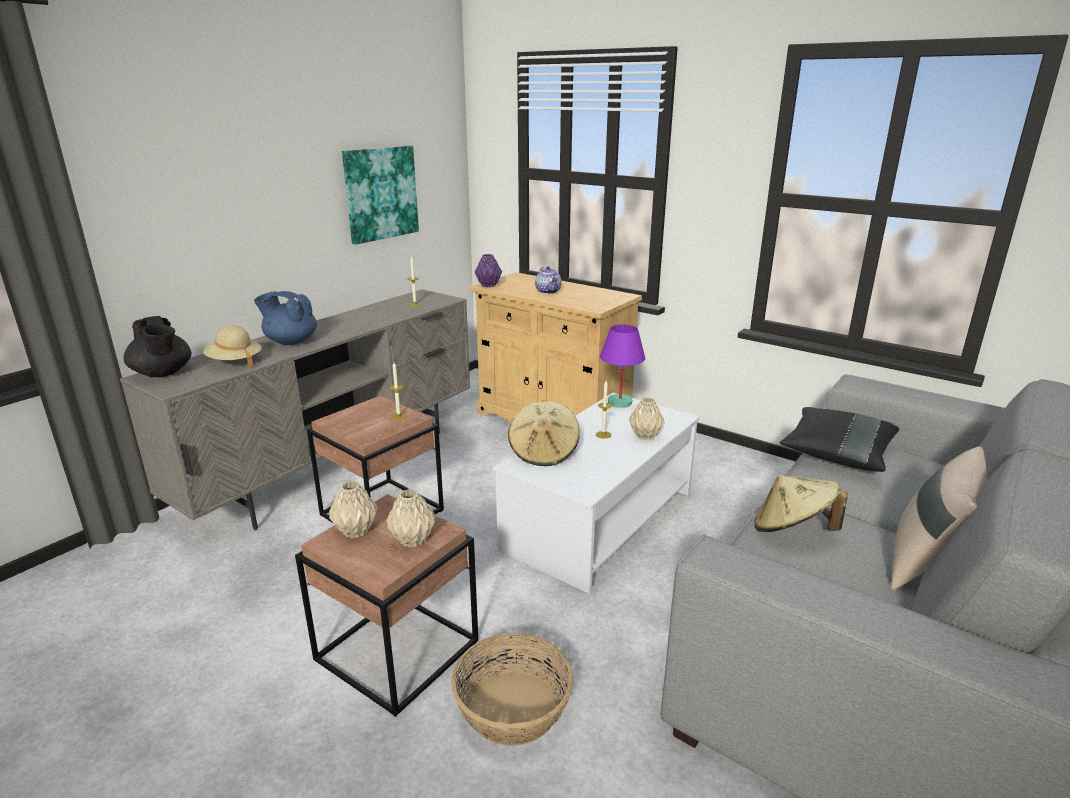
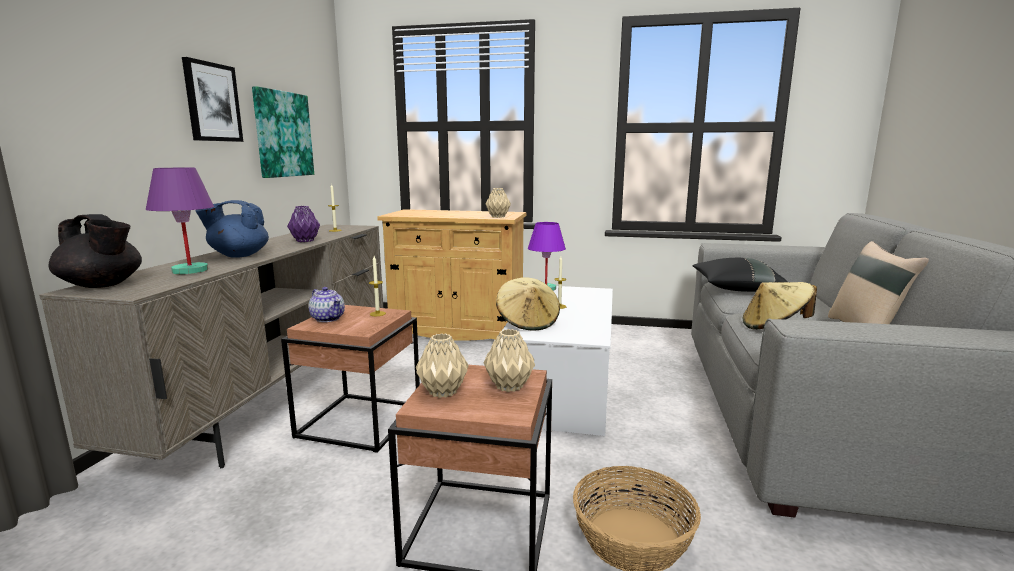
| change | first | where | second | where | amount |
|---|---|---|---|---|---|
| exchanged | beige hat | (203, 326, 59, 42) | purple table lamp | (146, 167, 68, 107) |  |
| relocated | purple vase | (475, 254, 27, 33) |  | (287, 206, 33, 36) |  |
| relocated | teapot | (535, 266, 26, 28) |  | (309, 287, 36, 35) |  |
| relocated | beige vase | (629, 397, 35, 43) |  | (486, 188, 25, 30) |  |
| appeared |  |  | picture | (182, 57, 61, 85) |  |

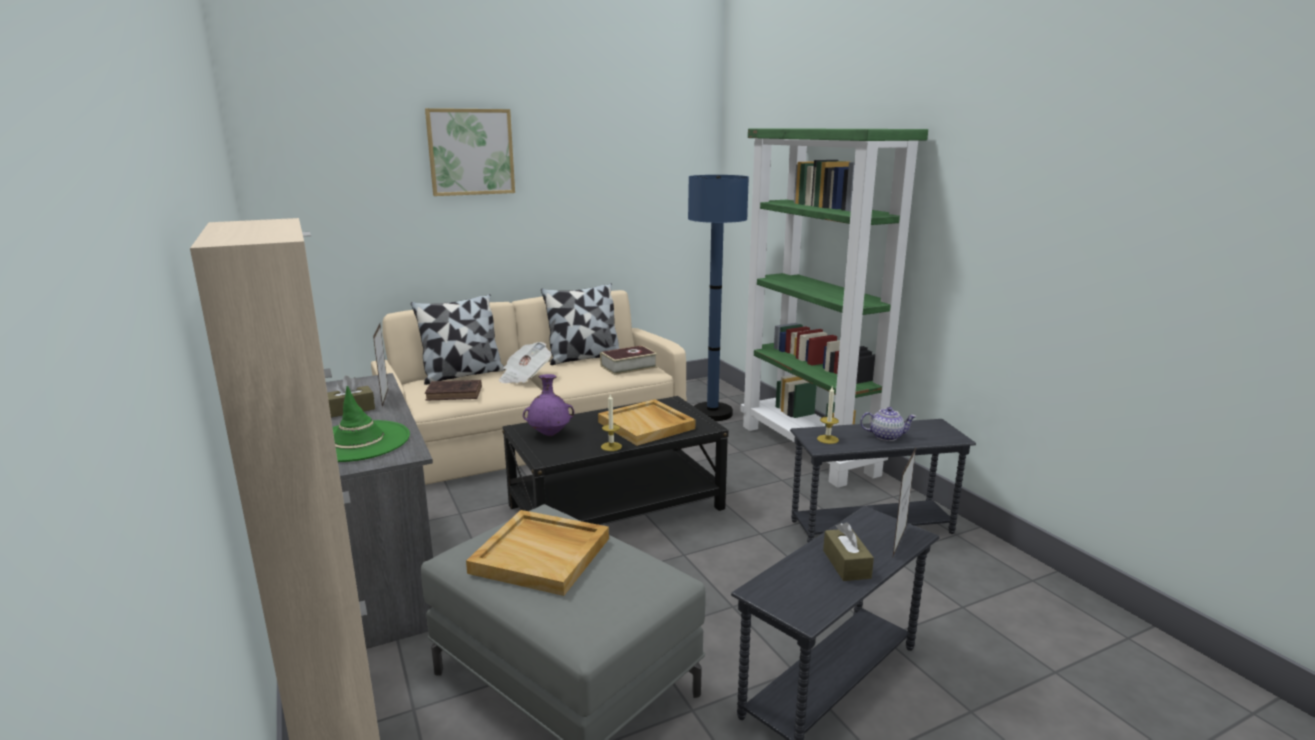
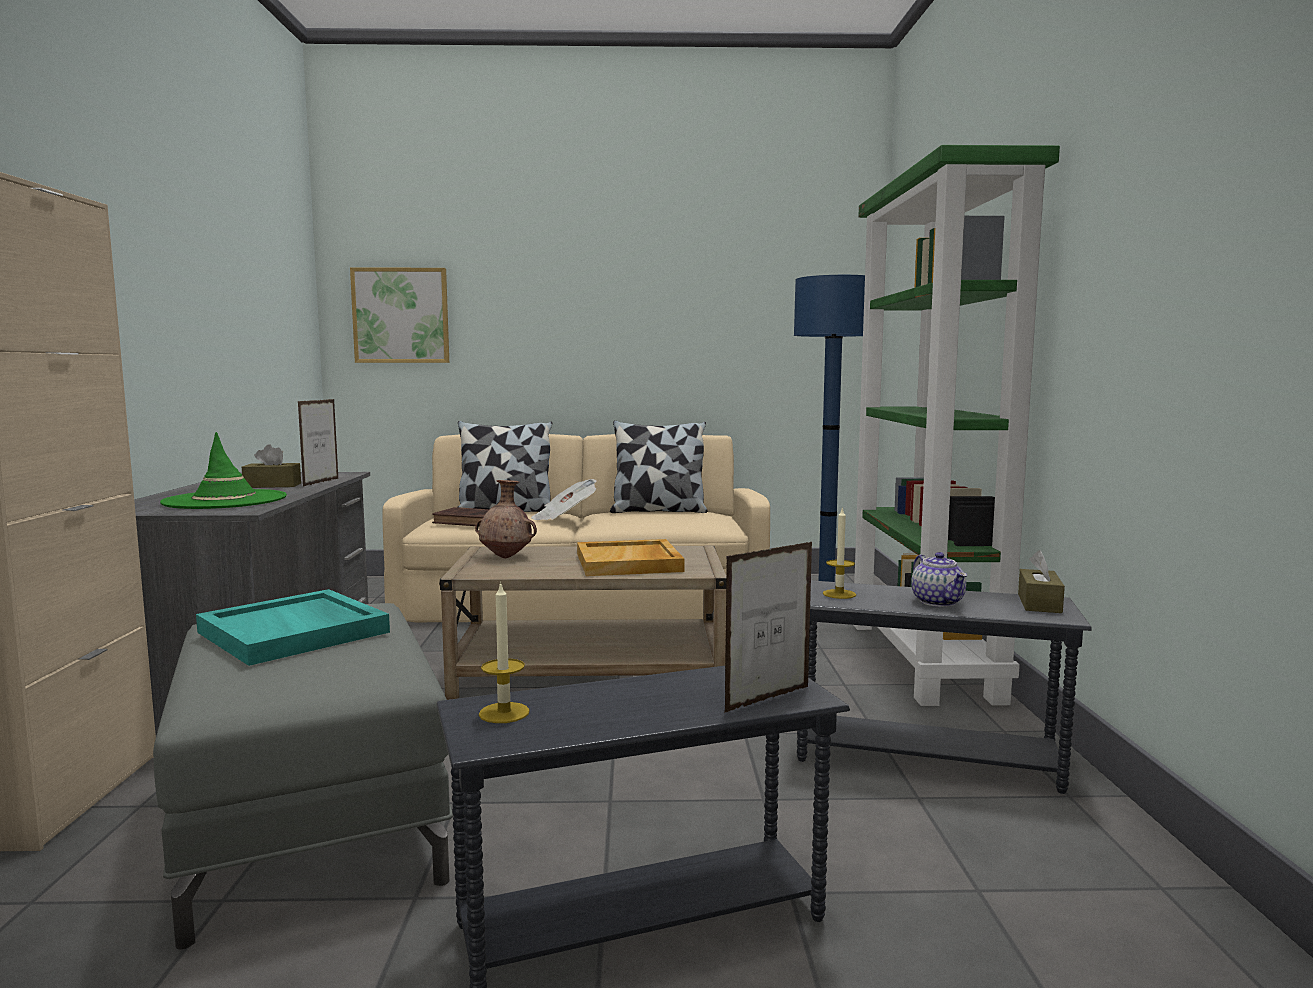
| change | first | where | second | where | amount |
|---|---|---|---|---|---|
| relocated | picture | (425, 108, 90, 88) |  | (350, 267, 99, 96) |  |
| colour | beige tray | (466, 510, 143, 86) | turquoise tray | (196, 589, 194, 77) |  |
| colour | black coffee table | (502, 396, 227, 129) | beige coffee table | (439, 545, 288, 155) |  |
| colour | purple vase | (523, 374, 51, 62) | brown vase | (475, 480, 62, 78) |  |
| missing | book | (600, 345, 57, 30) |  |  |  |
| relocated | candle | (601, 394, 21, 57) |  | (479, 581, 51, 142) |  |
| relocated | brown tissue box | (823, 522, 51, 59) |  | (1018, 550, 47, 63) |  |
| spun | teapot | (860, 407, 56, 34) |  | (911, 552, 56, 55) | 45 degrees clockwise |

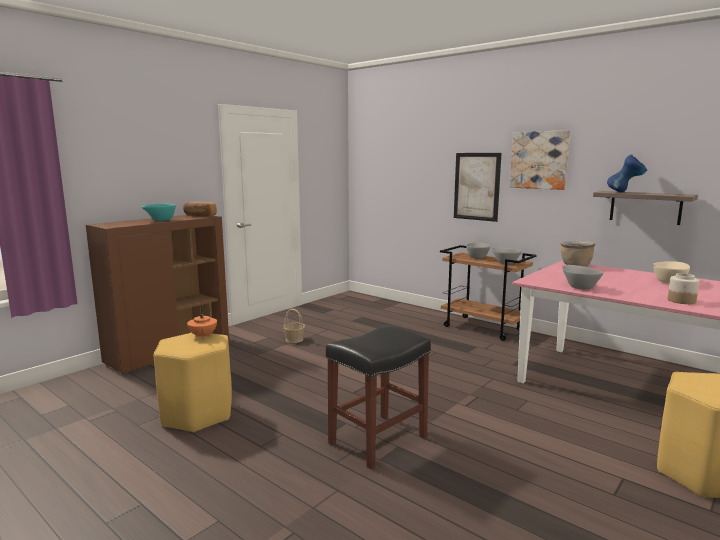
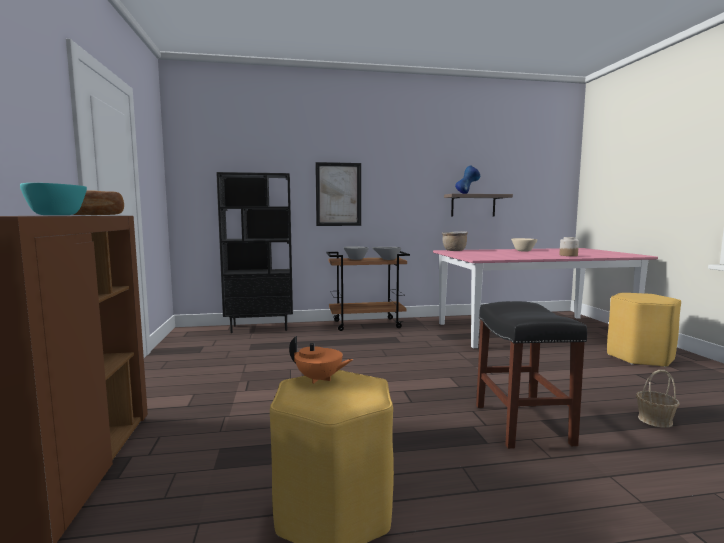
| change | first | where | second | where | amount |
|---|---|---|---|---|---|
| relocated | basket | (283, 309, 22, 34) |  | (636, 370, 44, 58) |  |
| missing | picture | (510, 130, 60, 60) |  |  |  |
| missing | grey bowl | (562, 265, 41, 25) |  |  |  |
| appeared |  |  | black bookcase | (216, 172, 77, 161) |  |

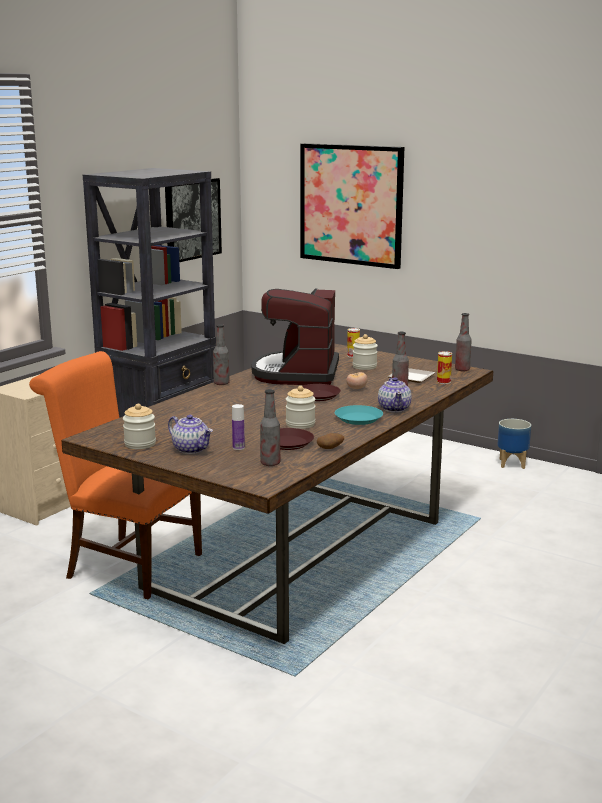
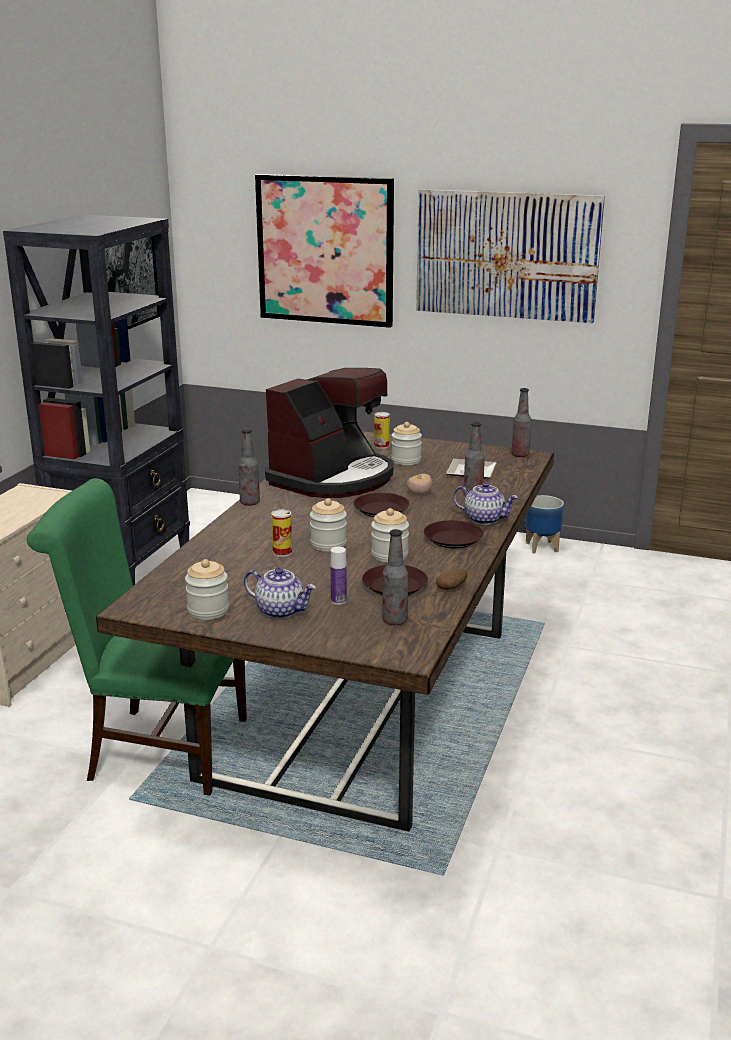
| change | first | where | second | where | amount |
|---|---|---|---|---|---|
| colour | orange chair | (29, 351, 173, 248) | green chair | (27, 478, 220, 317) |  |
| spun | coffee machine | (251, 288, 88, 97) |  | (265, 368, 128, 130) | 135 degrees counterclockwise |
| colour | turquoise plate | (335, 405, 48, 20) | brown plate | (424, 520, 60, 28) |  |
| spun | teapot | (378, 377, 33, 35) |  | (453, 482, 65, 43) | 45 degrees counterclockwise |
| relocated | can | (437, 351, 15, 33) |  | (271, 509, 21, 48) |  |
| appeared |  |  | jar | (310, 498, 37, 54) |  |
| appeared |  |  | picture | (416, 189, 189, 134) |  |

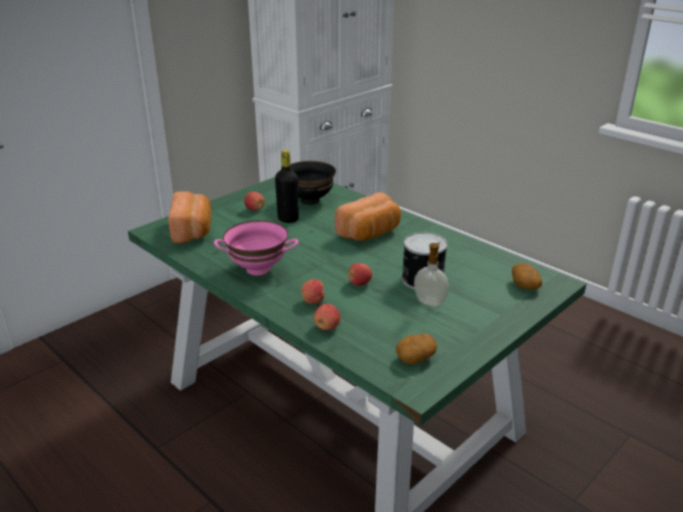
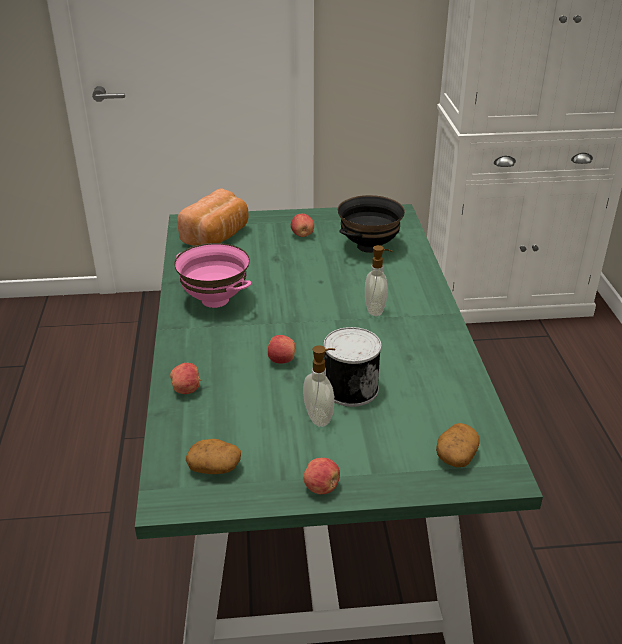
| change | first | where | second | where | amount |
|---|---|---|---|---|---|
| missing | black bottle | (275, 150, 24, 73) |  |  |  |
| relocated | apple | (301, 279, 25, 25) |  | (303, 458, 37, 36) |  |
| exchanged | bread | (335, 192, 66, 49) | soap dispenser | (365, 245, 27, 71) |  |

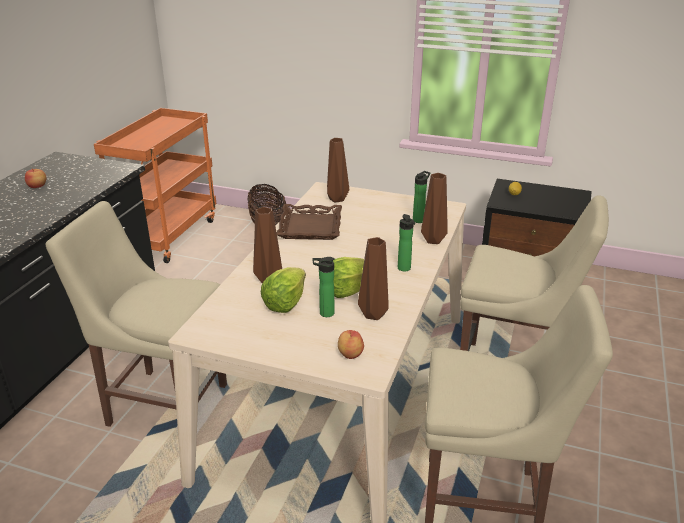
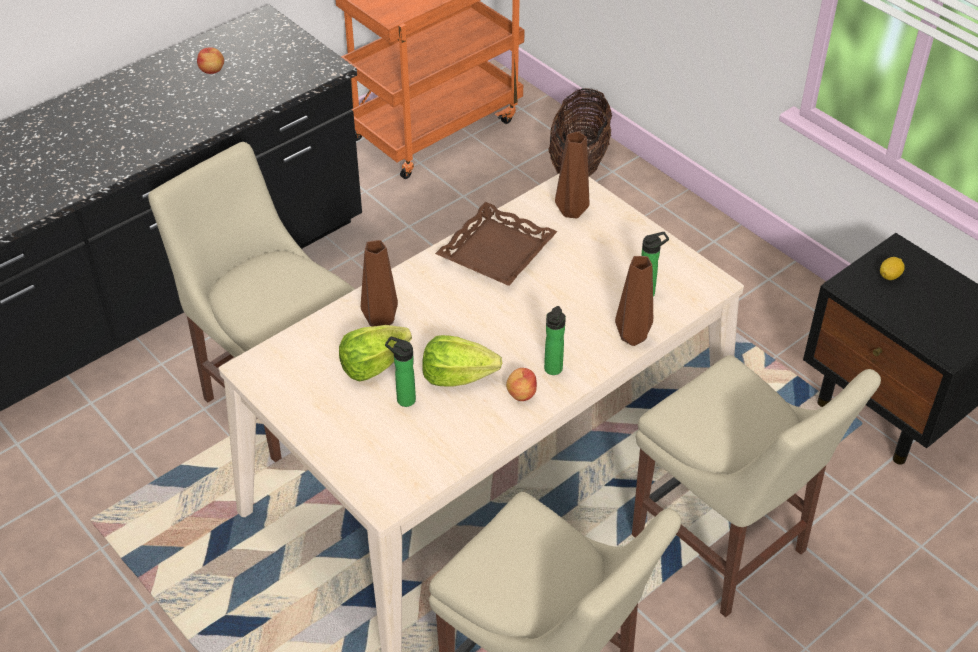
| change | first | where | second | where | amount |
|---|---|---|---|---|---|
| relocated | apple | (338, 330, 26, 29) |  | (506, 368, 31, 33) |  |
| missing | brown vase | (358, 237, 31, 83) |  |  |  |

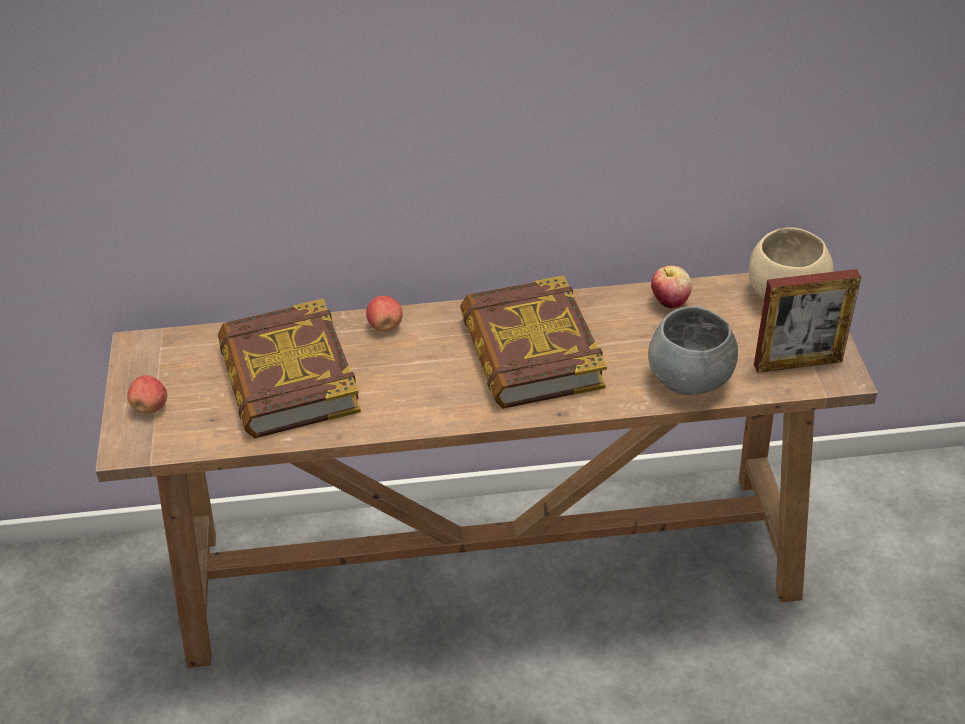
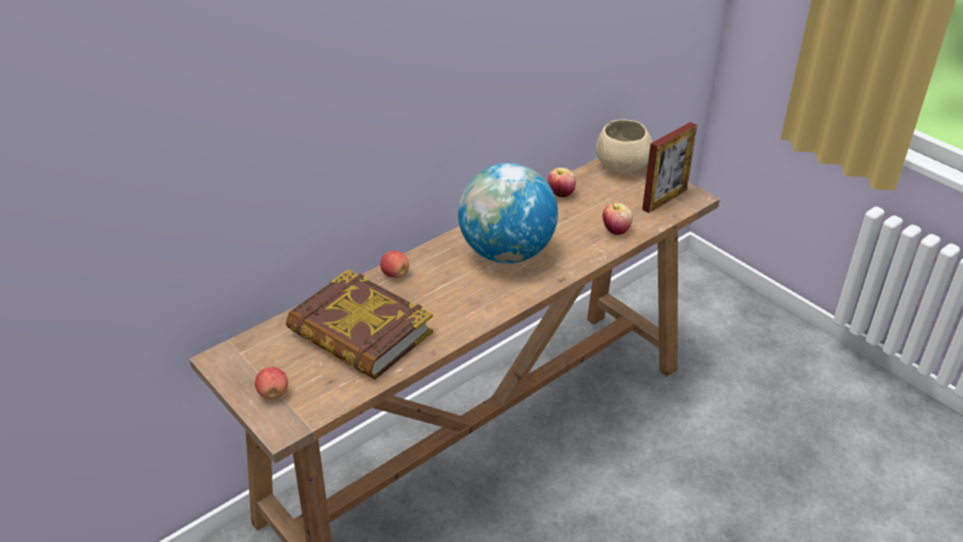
| change | first | where | second | where | amount |
|---|---|---|---|---|---|
| exchanged | book | (460, 276, 147, 133) | globe | (458, 163, 100, 101) |  |
| exchanged | grey bowl | (648, 306, 90, 89) | apple | (603, 203, 30, 32) |  |

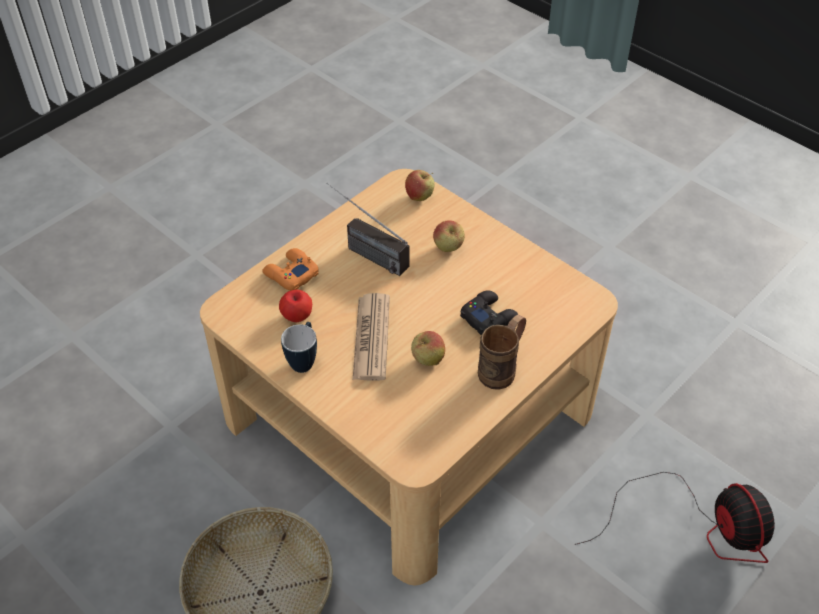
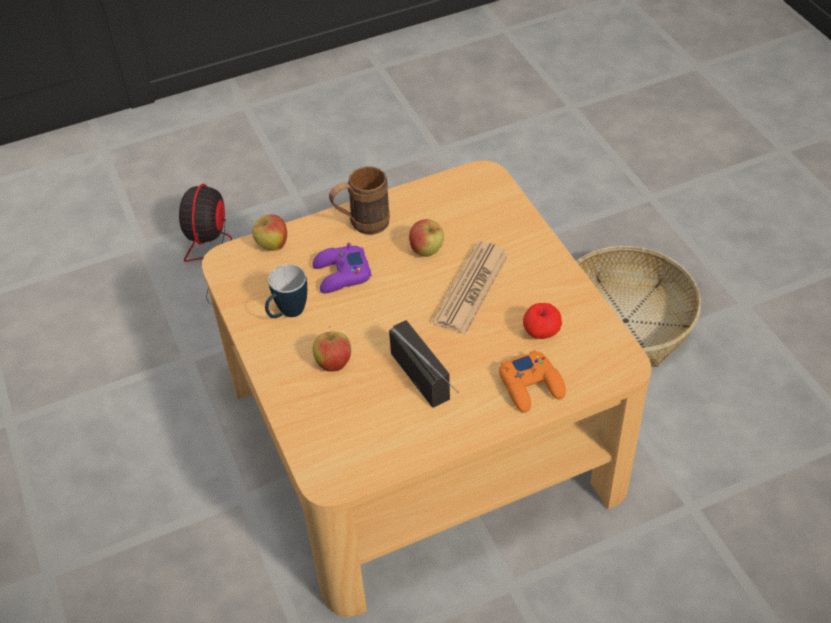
| change | first | where | second | where | amount |
|---|---|---|---|---|---|
| relocated | mug | (281, 322, 36, 51) |  | (265, 264, 42, 54) |  |
| relocated | apple | (405, 170, 30, 31) |  | (252, 214, 35, 37) |  |
| colour | black game controller | (460, 290, 59, 45) | purple game controller | (313, 243, 59, 50) |  |

